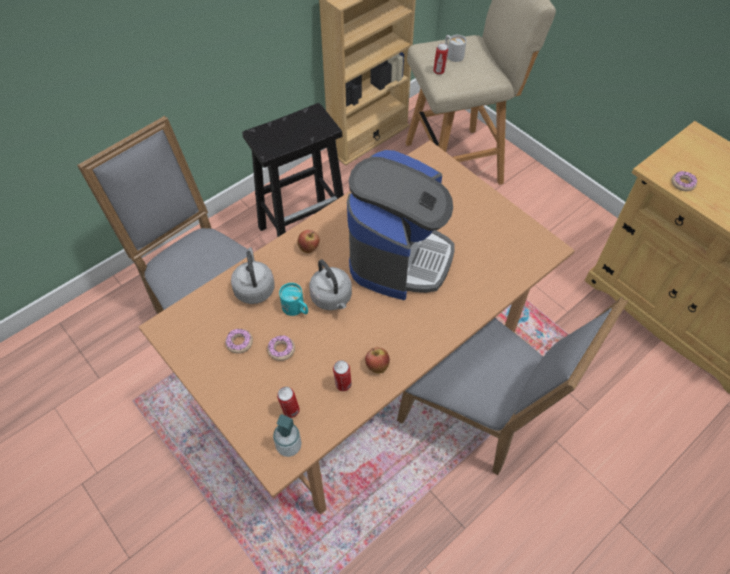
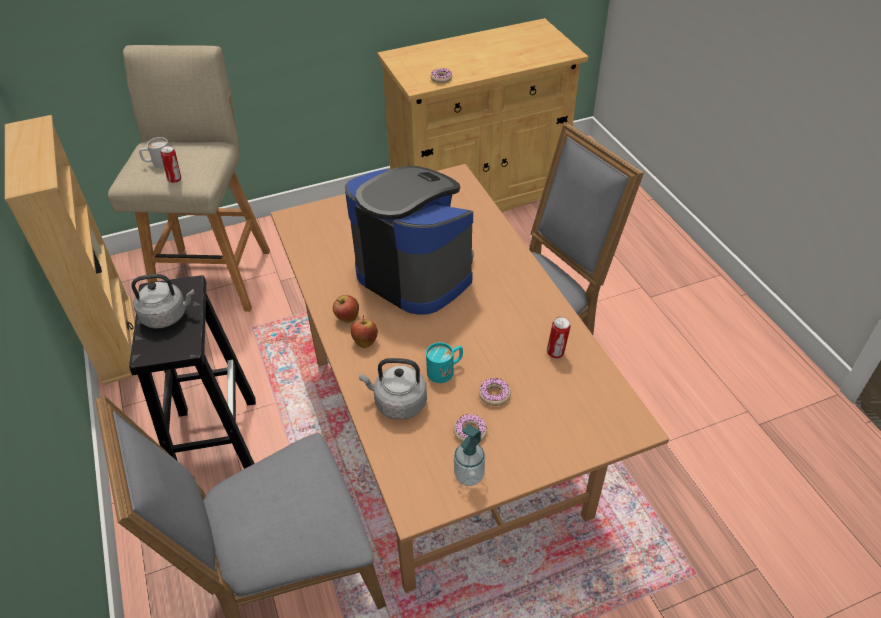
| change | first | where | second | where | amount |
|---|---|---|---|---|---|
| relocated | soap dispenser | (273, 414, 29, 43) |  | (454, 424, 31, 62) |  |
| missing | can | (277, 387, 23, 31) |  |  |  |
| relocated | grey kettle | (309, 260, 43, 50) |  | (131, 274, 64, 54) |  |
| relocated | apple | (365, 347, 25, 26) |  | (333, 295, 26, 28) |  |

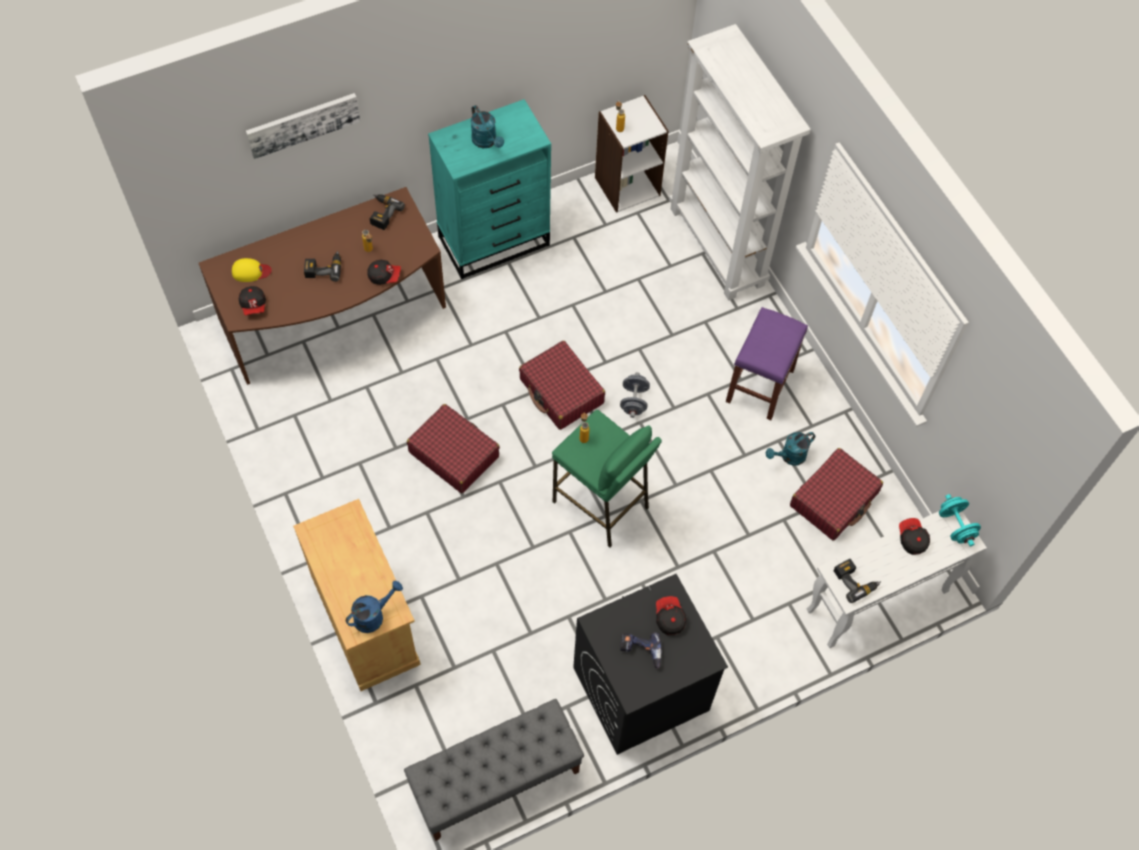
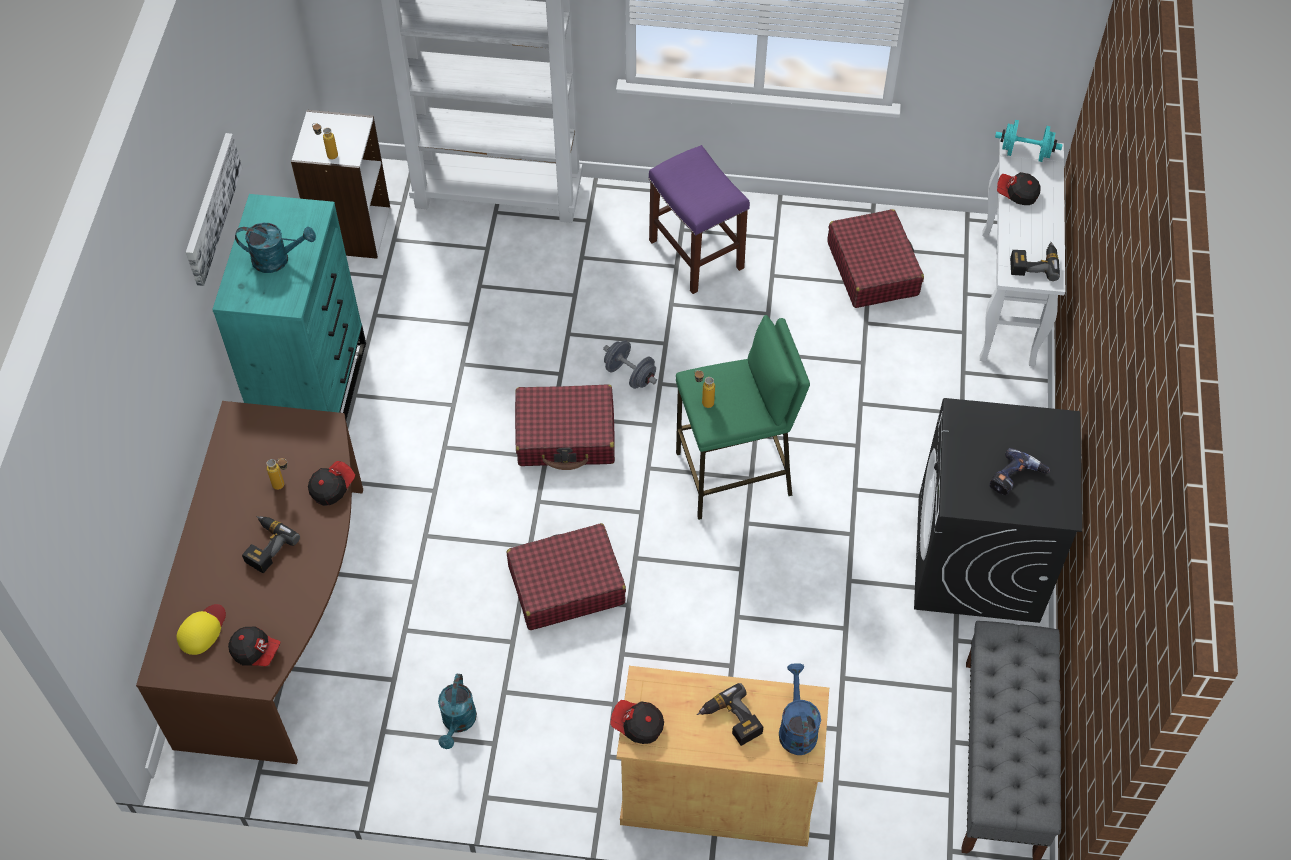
| change | first | where | second | where | amount |
|---|---|---|---|---|---|
| relocated | picture | (246, 93, 114, 66) |  | (186, 133, 56, 153) |  |
| relocated | power drill | (370, 194, 35, 36) |  | (697, 683, 66, 63) |  |
| relocated | cap | (656, 596, 30, 39) |  | (610, 700, 54, 44) |  |
| relocated | turquoise watering can | (766, 432, 49, 34) |  | (438, 674, 39, 75) |  |

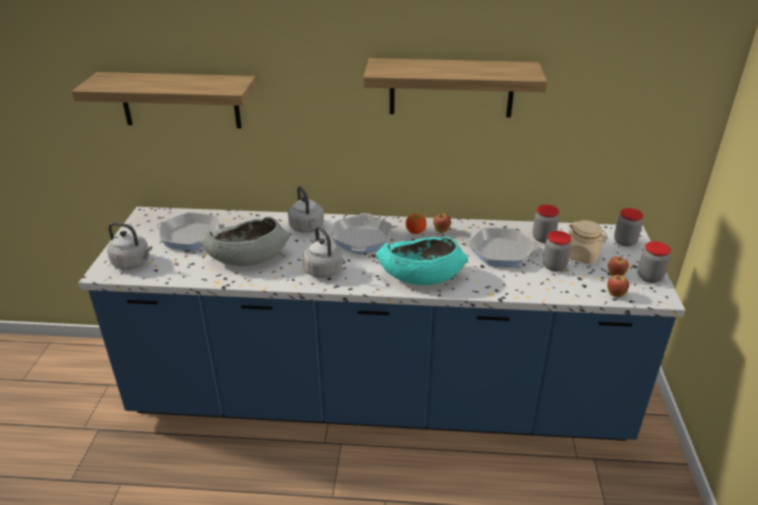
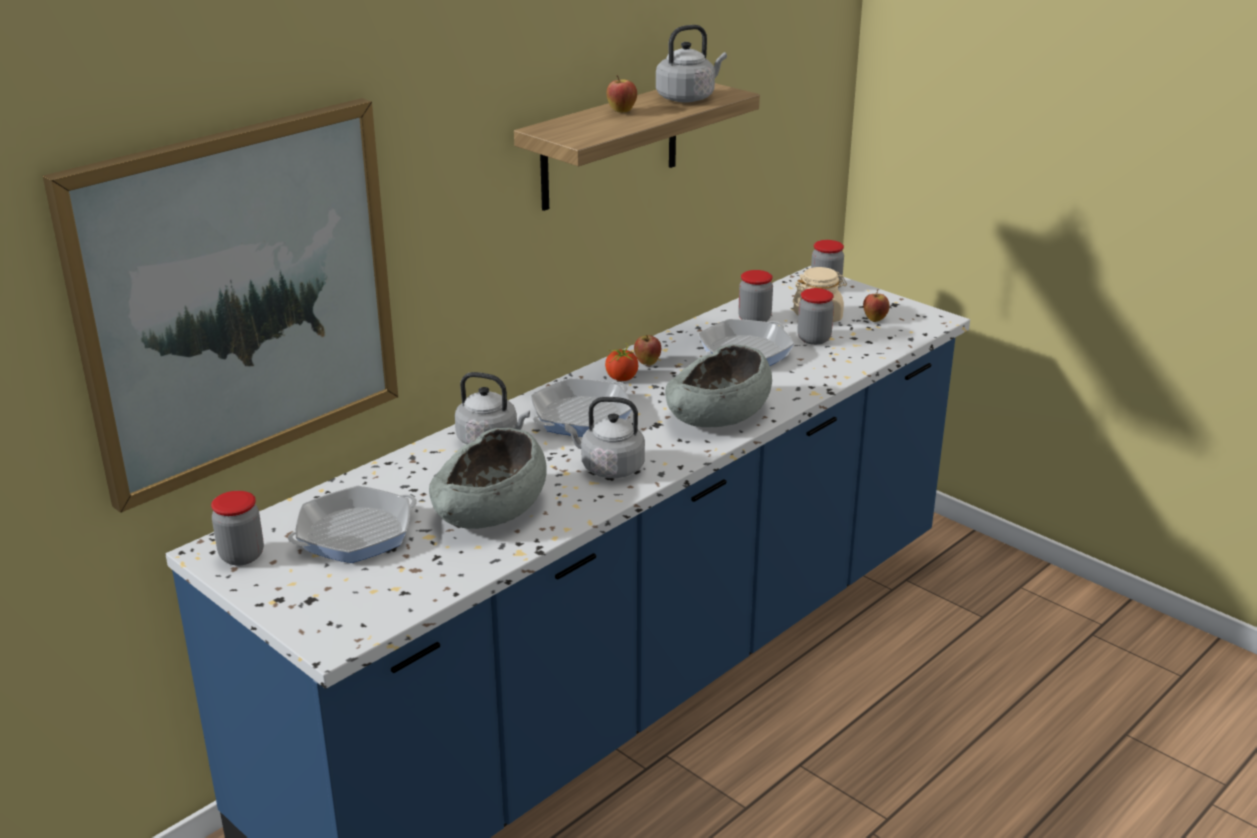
| change | first | where | second | where | amount |
|---|---|---|---|---|---|
| exchanged | shelf | (72, 72, 185, 56) | picture | (43, 98, 355, 415) |  |
| relocated | grey kettle | (107, 222, 45, 47) |  | (656, 25, 71, 77) |  |
| spun | frying pan | (332, 213, 60, 41) |  | (531, 378, 101, 59) | 90 degrees clockwise |
| colour | turquoise bowl | (376, 236, 92, 49) | grey bowl | (665, 344, 107, 83) |  |
| relocated | apple | (607, 273, 22, 24) |  | (606, 75, 31, 38) |  |
| relocated | jar | (638, 241, 33, 42) |  | (211, 491, 53, 75) |  |

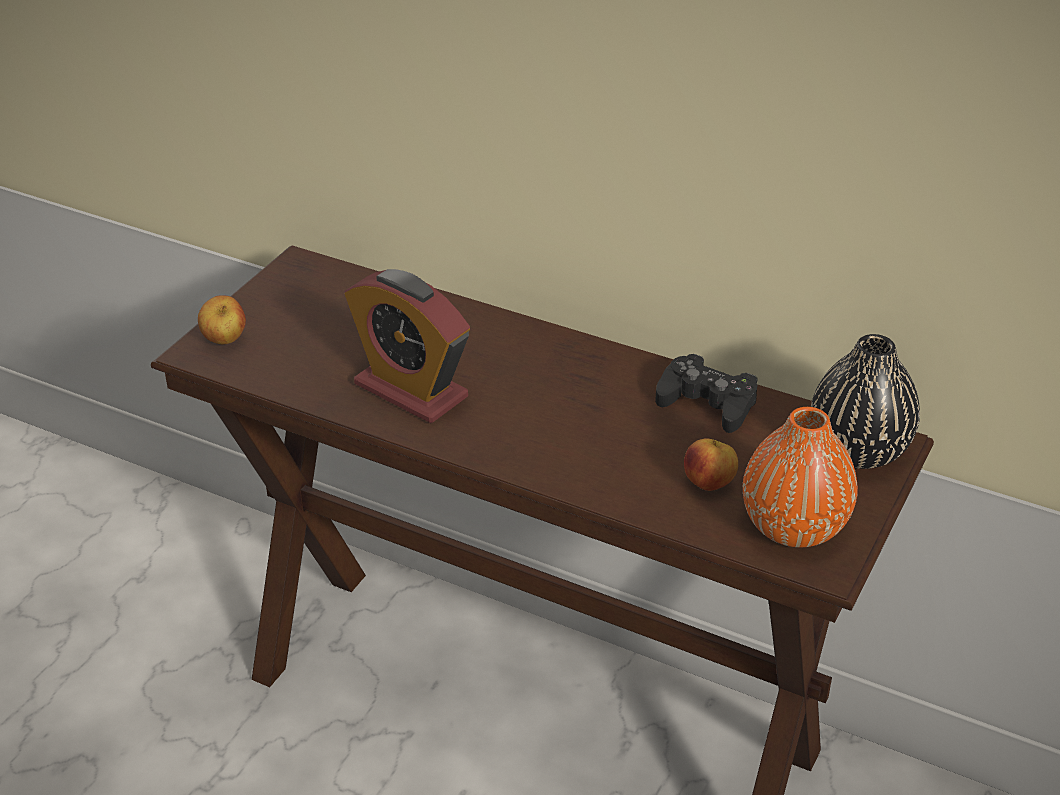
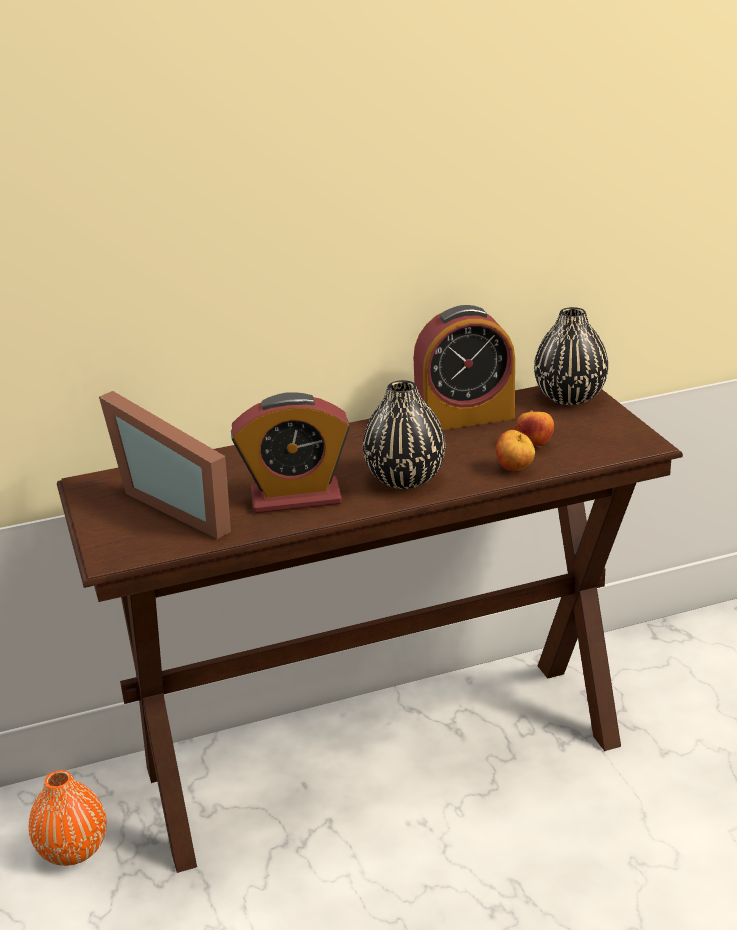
| change | first | where | second | where | amount |
|---|---|---|---|---|---|
| relocated | apple | (198, 295, 48, 49) |  | (495, 430, 40, 41) |  |
| exchanged | black game controller | (655, 354, 103, 79) | alarm clock | (414, 305, 101, 125) |  |
| relocated | orange vase | (743, 407, 115, 140) |  | (28, 770, 78, 96) |  |
| appeared |  |  | picture frame | (99, 391, 132, 148) |  |
| appeared |  |  | black vase | (363, 380, 82, 109) |  |

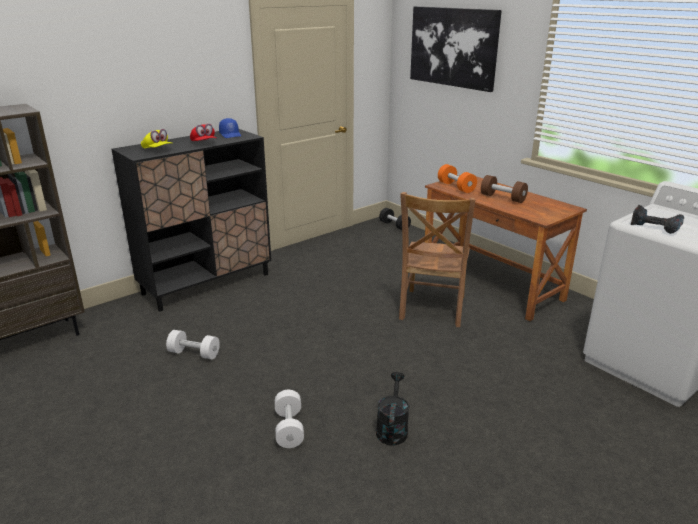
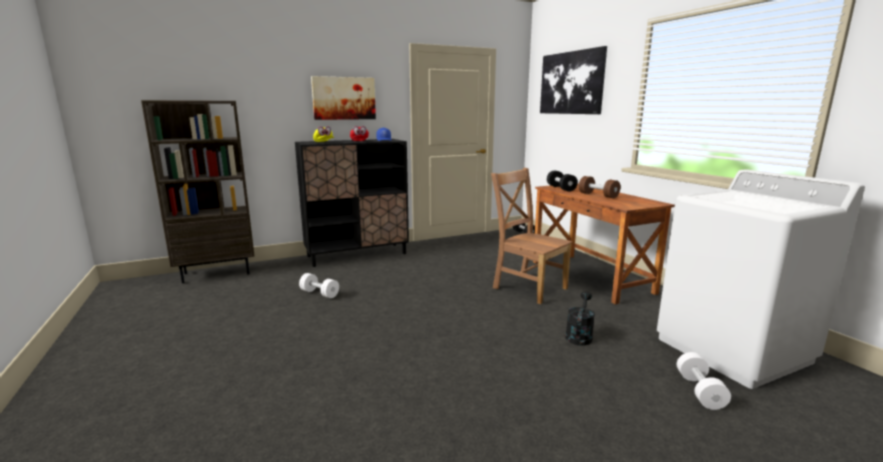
| change | first | where | second | where | amount |
|---|---|---|---|---|---|
| relocated | white dumbbell | (275, 390, 29, 58) |  | (677, 352, 54, 58) |  |
| relocated | black watering can | (376, 372, 33, 74) |  | (565, 292, 30, 54) |  |
| spun | brown chair | (399, 192, 76, 135) |  | (491, 168, 82, 136) | 105 degrees clockwise |
| colour | orange dumbbell | (438, 164, 39, 29) | black dumbbell | (547, 170, 31, 22) |  |
| missing | power drill | (631, 205, 53, 29) |  |  |  |
| appeared |  |  | picture | (311, 76, 65, 44) |  |

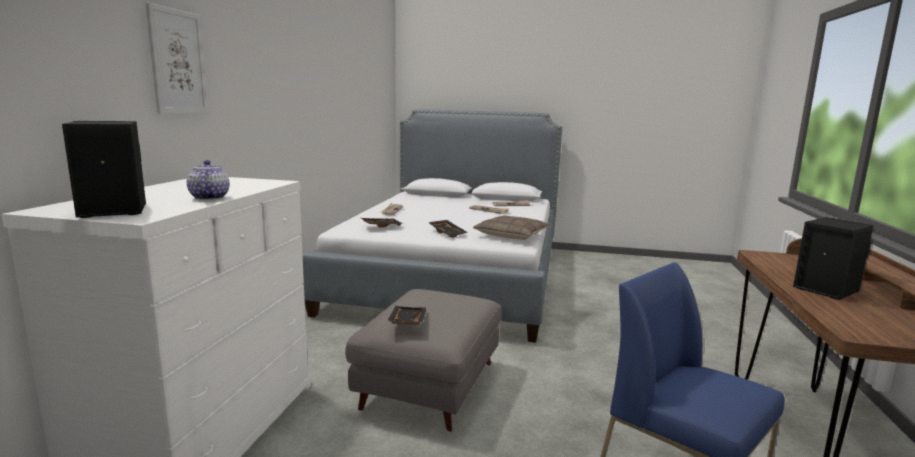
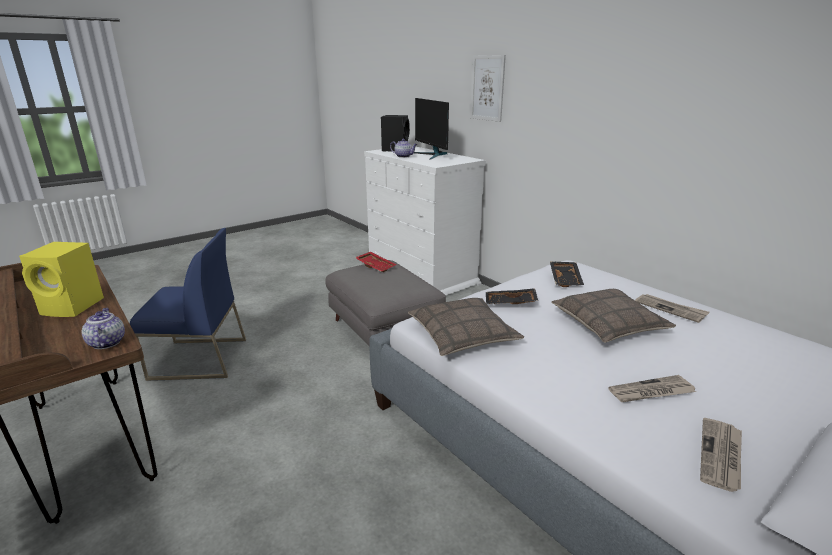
| change | first | where | second | where | amount |
|---|---|---|---|---|---|
| colour | black tray | (387, 306, 40, 19) | red tray | (355, 252, 42, 20) |  |
| colour | black speaker | (793, 217, 81, 83) | yellow speaker | (19, 242, 85, 75) |  |
| appeared |  |  | teapot | (82, 308, 43, 41) |  |
| appeared |  |  | monitor | (414, 98, 35, 62) |  |
| appeared |  |  | pillow | (551, 289, 125, 54) |  |

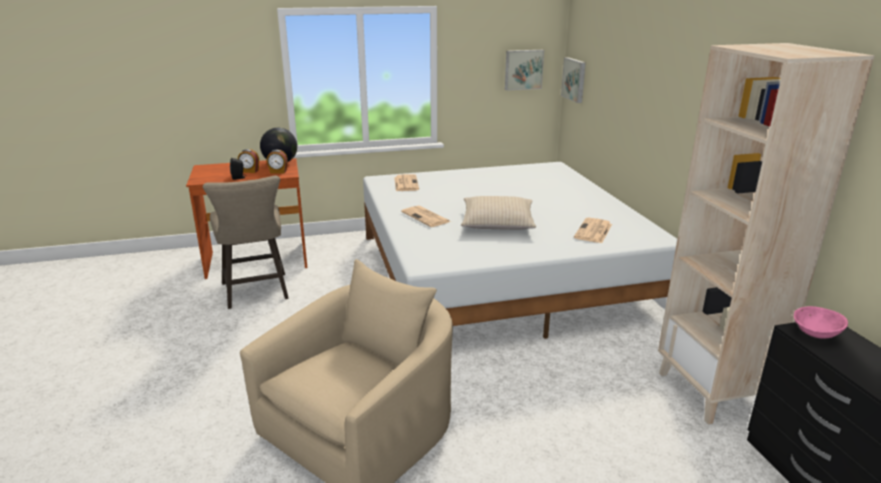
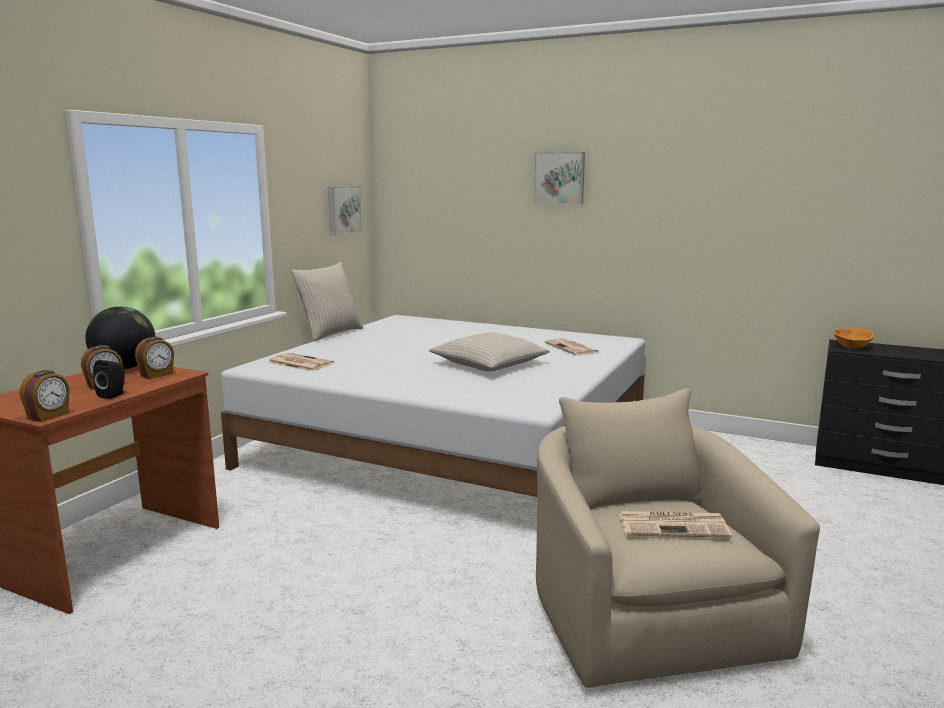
| change | first | where | second | where | amount |
|---|---|---|---|---|---|
| missing | beige stool | (203, 175, 86, 134) |  |  |  |
| relocated | newspaper | (401, 206, 50, 21) |  | (619, 511, 113, 27) |  |
| relocated | picture | (561, 57, 25, 46) |  | (534, 152, 51, 52) |  |
| missing | beige bookcase | (658, 43, 217, 381) |  |  |  |
| colour | pink bowl | (794, 306, 54, 32) | orange bowl | (834, 328, 41, 21) |  |
| appeared |  |  | alarm clock | (20, 370, 50, 52) |  |
| appeared |  |  | beige pillow | (290, 262, 73, 79) |  |

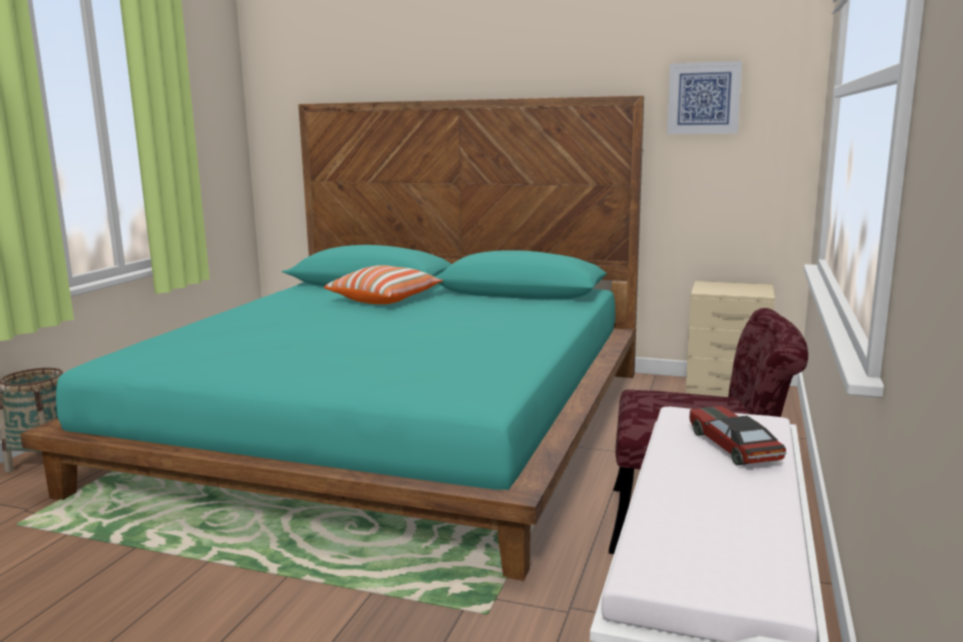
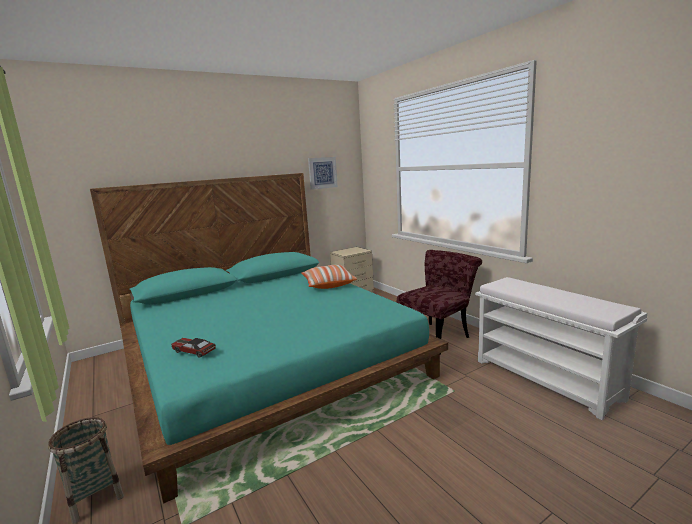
| change | first | where | second | where | amount |
|---|---|---|---|---|---|
| relocated | pillow | (324, 265, 119, 39) |  | (301, 265, 56, 24) |  |
| relocated | toy car | (689, 406, 97, 60) |  | (171, 338, 45, 20) |  |

